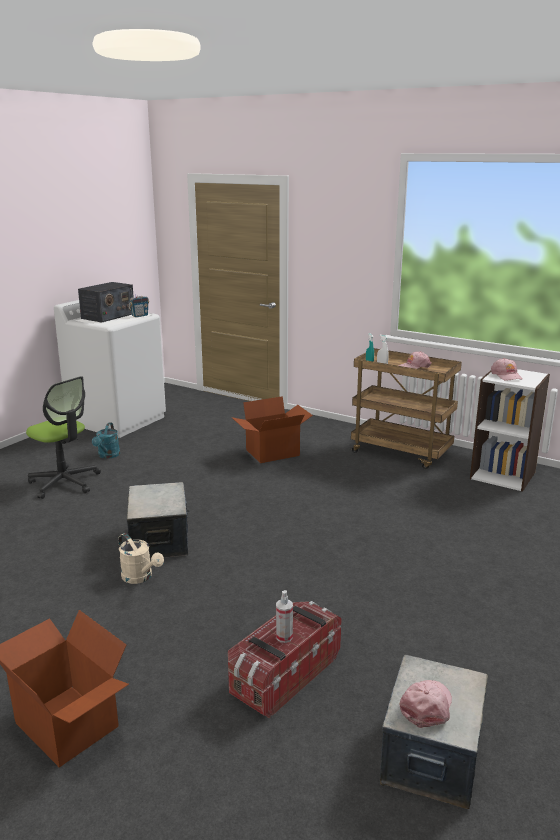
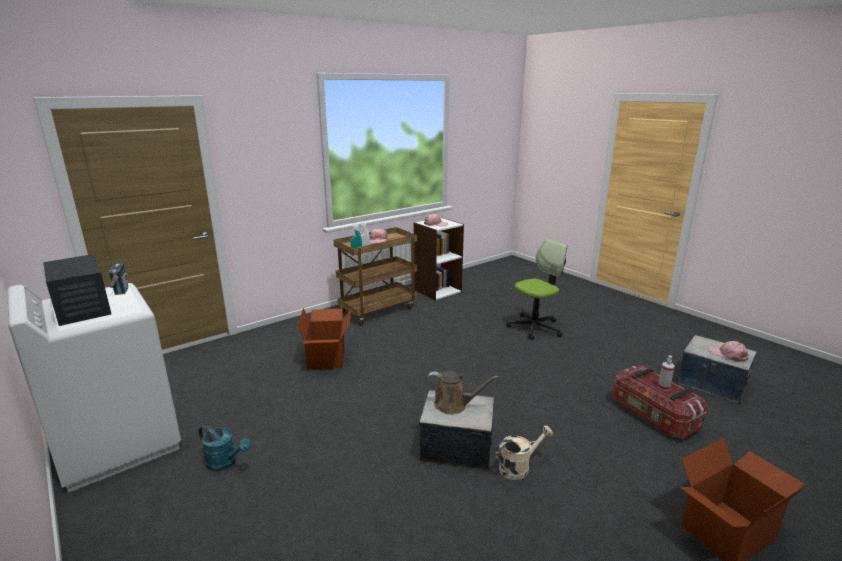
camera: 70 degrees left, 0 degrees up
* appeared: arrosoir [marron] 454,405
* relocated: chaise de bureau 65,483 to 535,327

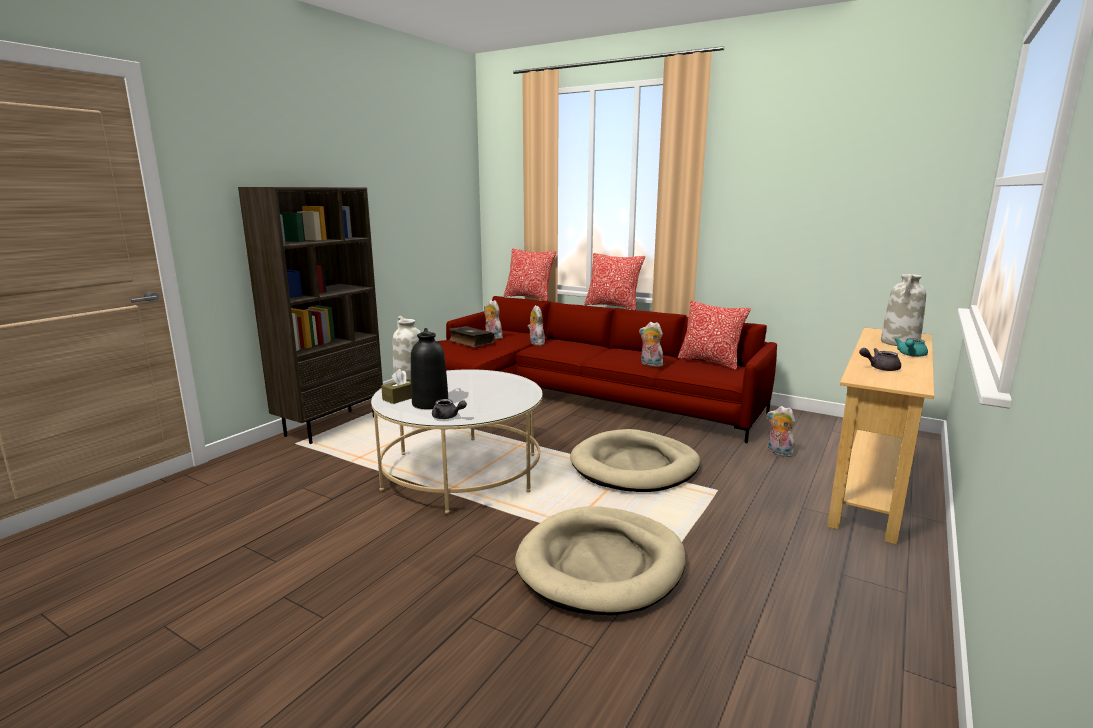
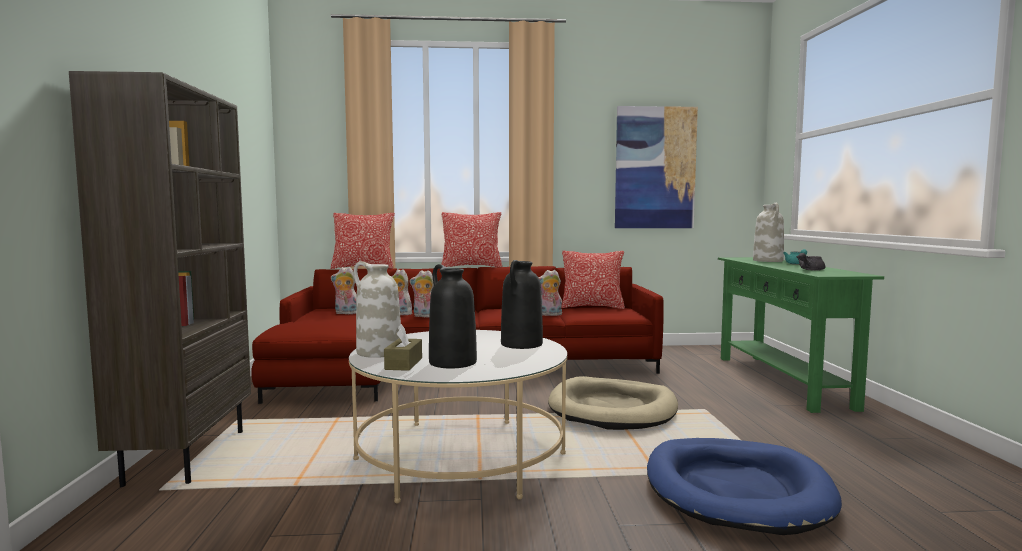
camera: 35 degrees left, 10 degrees down
* relocated: peluche 778,453 to 424,316
* appeared: vase [noir] 521,344
* appeared: tableau 655,168
* colour: panier pour chien [beige] 601,564 to panier pour chien [bleu] 736,490
* colour: table console [beige] 871,485 to table console [vert] 782,381
* missing: théière [gris] 448,417
* missing: livre 470,342

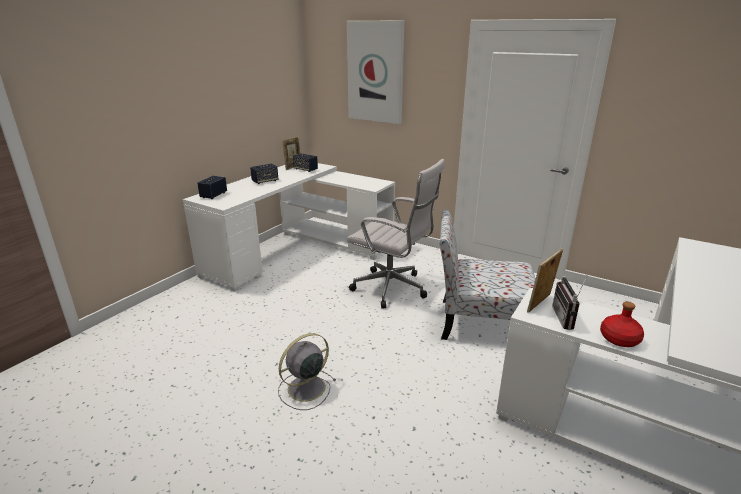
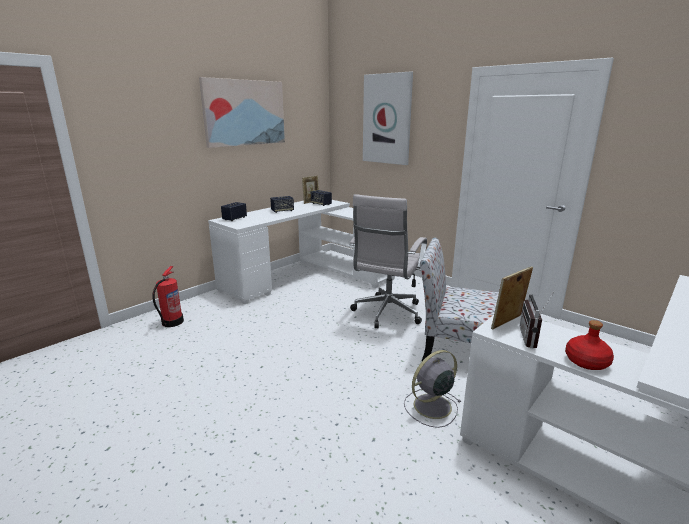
camera: 10 degrees right, 5 degrees down
* appeared: extincteur 172,322
* appeared: tableau 244,113
* spun: chaise de bureau [blanc] 393,289 = 386,314 75 degrees clockwise
* relocated: ventilateur [gris] 305,389 to 431,406

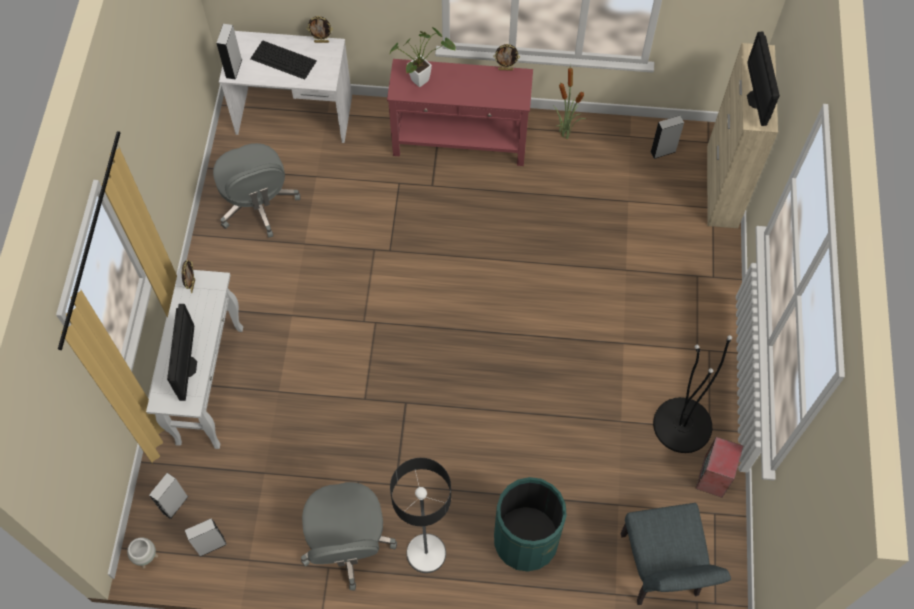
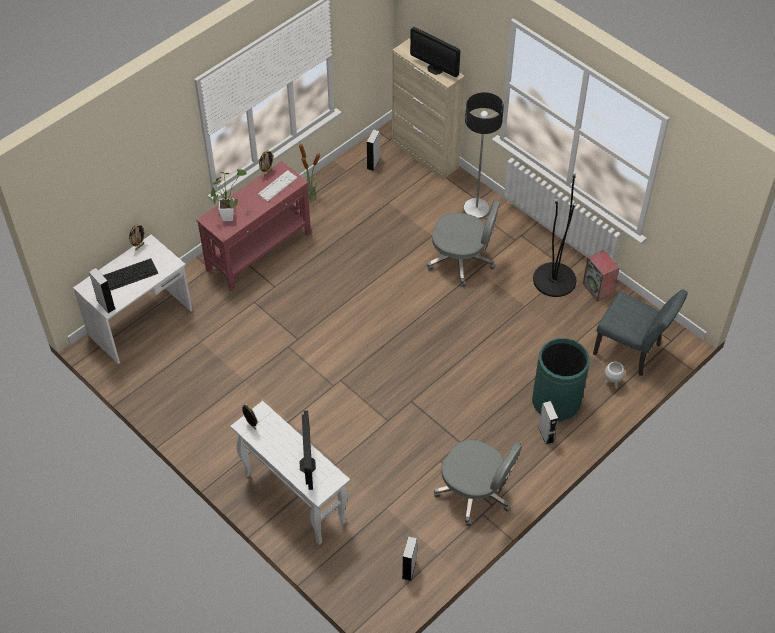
camera: 50 degrees left, 10 degrees down
* appeared: clavier 277,186
* spun: écran d'ordinateur 186,367 = 307,465 45 degrees clockwise
* relocated: chaise de bureau [gris] 258,204 to 462,260
* relocated: lampadaire 426,553 to 476,209
* relocated: enceinte [gris] 175,504 to 546,434
* relocated: cache-pot [blanc] 147,558 to 611,383

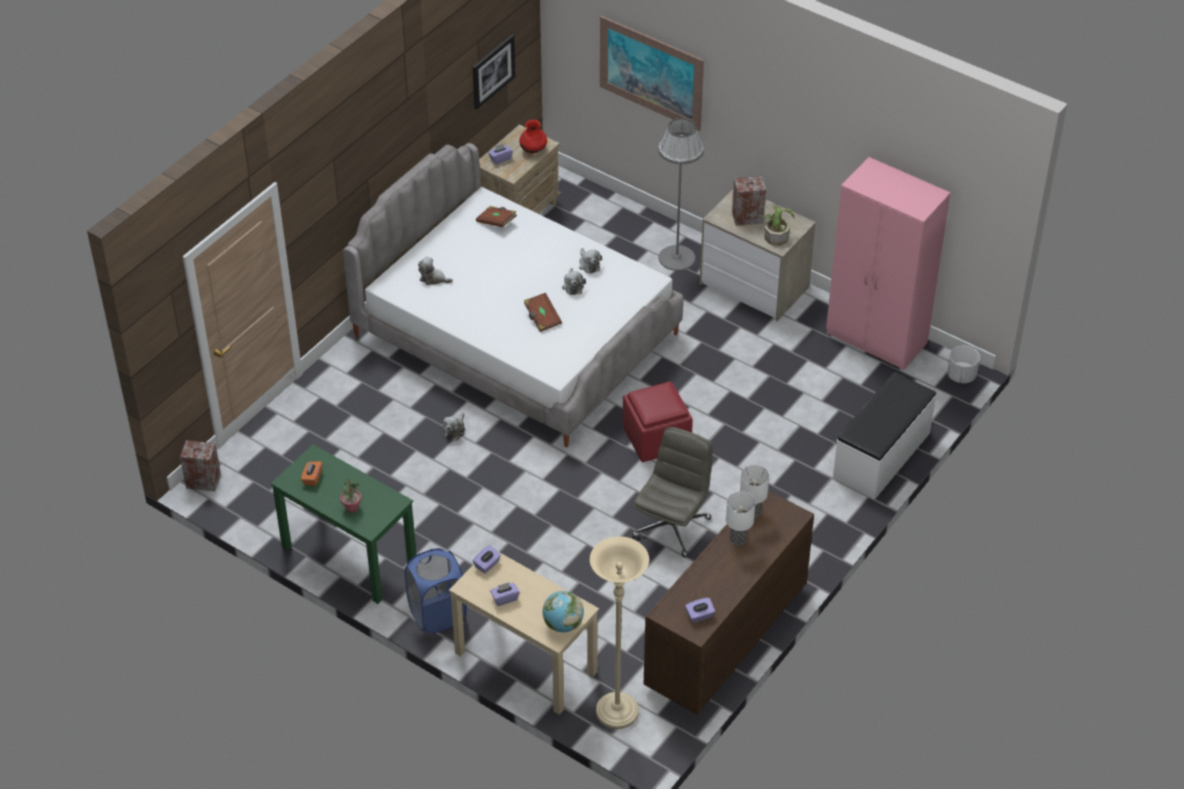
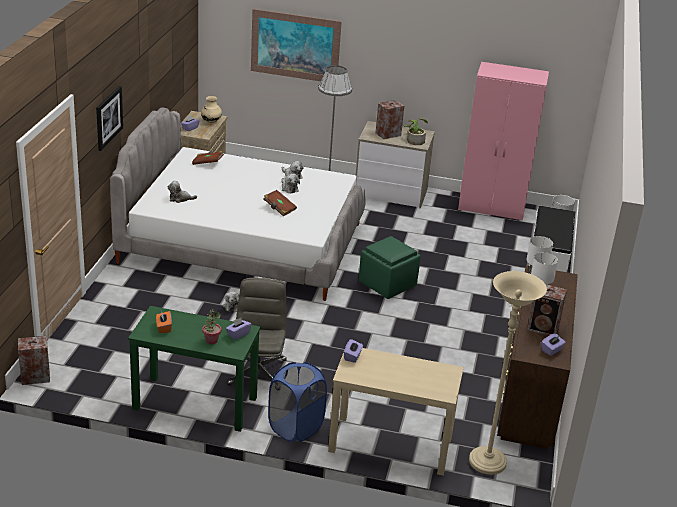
camera: 25 degrees left, 15 degrees down
* relocated: tableau 492,71 to 108,117
* colour: vase [rouge] 533,150 to vase [beige] 211,121
* relocated: boîte à mouchoirs [violet] 504,598 to 238,334
* relocated: chaise de bureau [gris] 672,526 to 257,372
* colour: pouf [rouge] 657,439 to pouf [vert] 388,284
* appeared: enceinte 544,328
* missing: globe 563,624

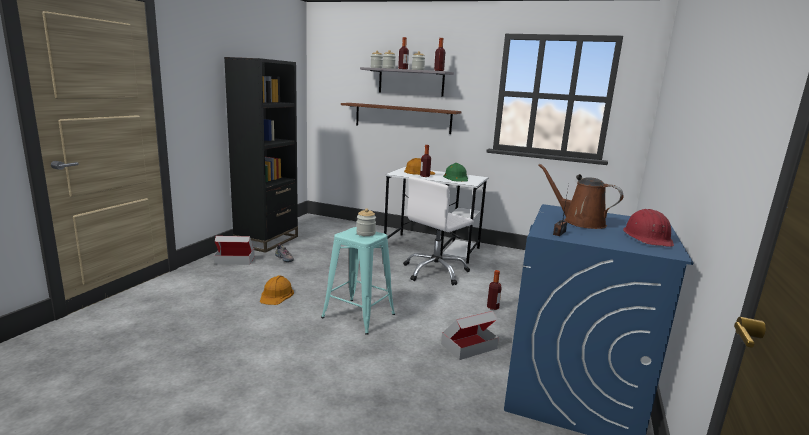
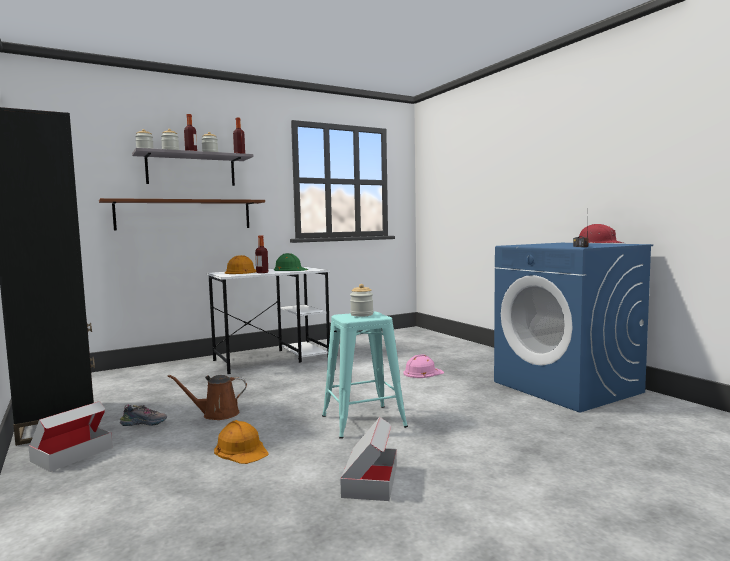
camera: 50 degrees left, 10 degrees down
* relocated: arrosoir [marron] 579,222 to 217,414
* relocated: carton 469,346 to 370,481
* exchanged: bouteille 492,307 to casque de chantier [rose] 422,372
* missing: chaise de bureau [blanc] 435,272

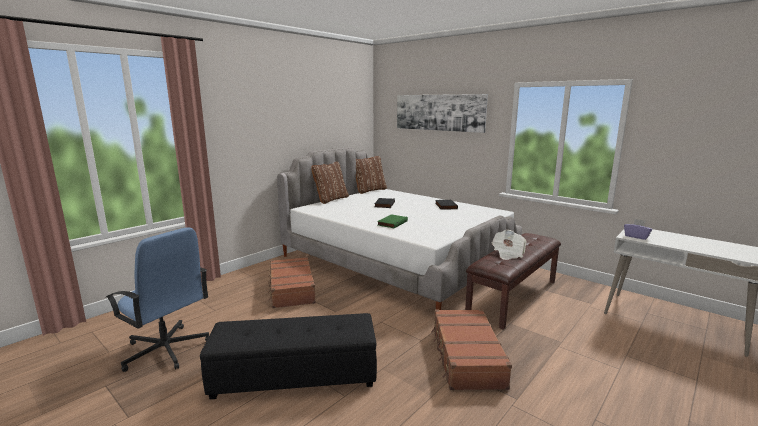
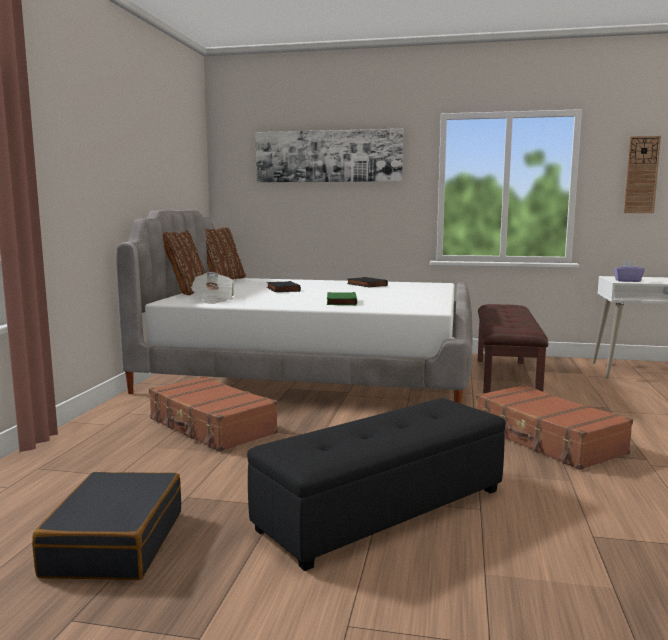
camera: 30 degrees left, 5 degrees down
* exchanged: chaise de bureau [bleu] 166,350 to valise [noir] 114,543
* relocated: journal 508,254 to 213,300
* appeared: horloge murale 641,175

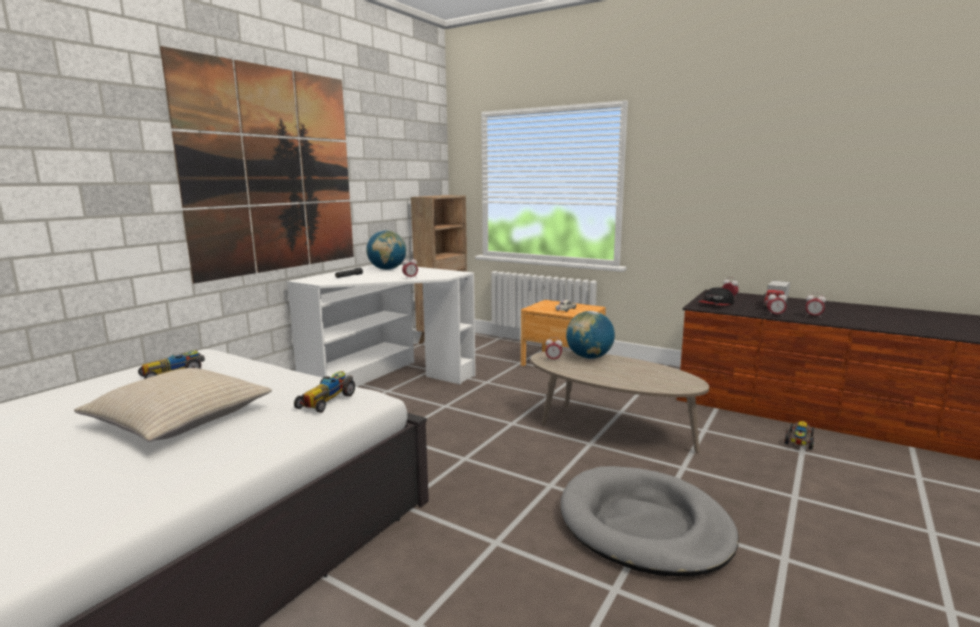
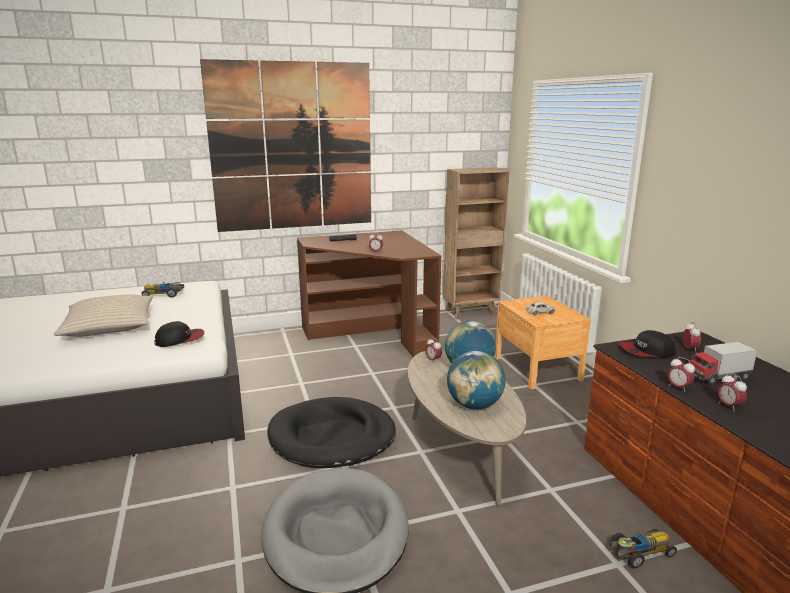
camera: 40 degrees right, 5 degrees up
* exchanged: petite voiture 327,400 to casquette 180,339
* appeared: panier pour chien [noir] 332,437
* colour: bureau [blanc] 388,379 to bureau [marron] 371,336
* relocated: globe 387,269 to 474,405

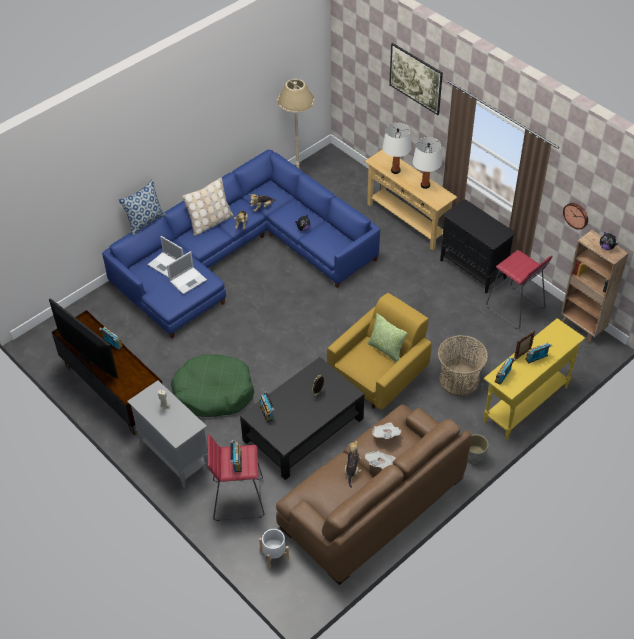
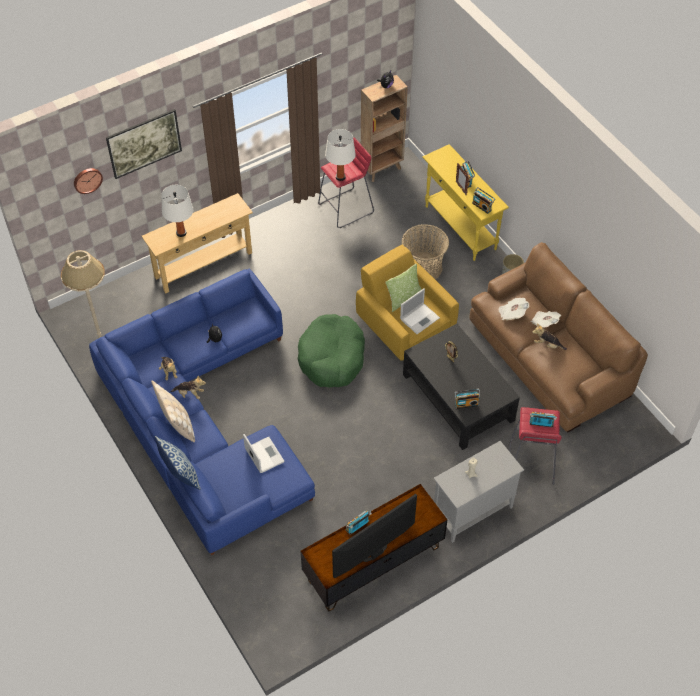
camera: 80 degrees left, 5 degrees up
* relocated: horloge murale 576,215 to 87,180
* relocated: panier pour chien [vert] 213,392 to 332,357
* relocated: lampe de table [blanc] 425,185 to 340,177
* relocated: ordinateur portable 167,265 to 420,318
* missing: cache-pot [blanc] 274,555
* missing: meuble de rangement [noir] 473,269

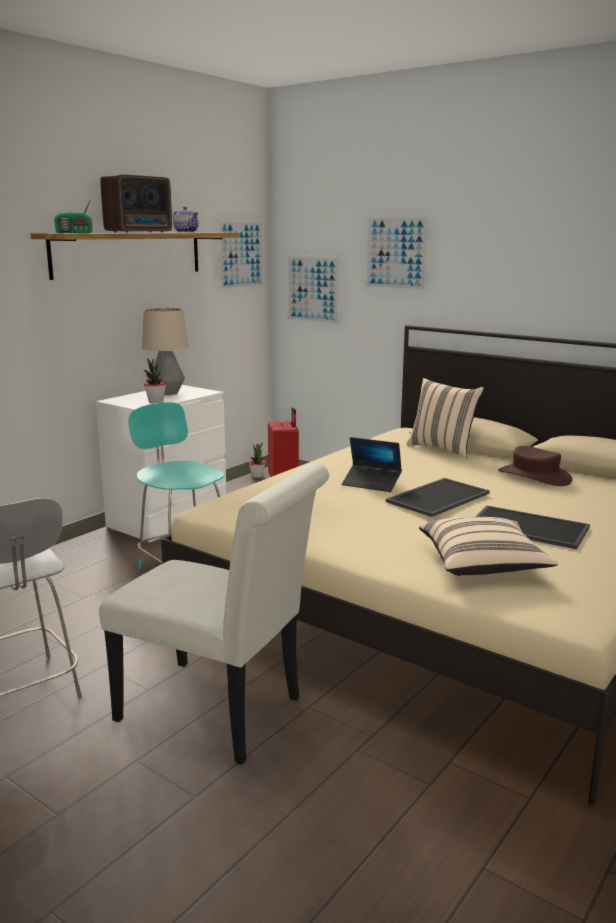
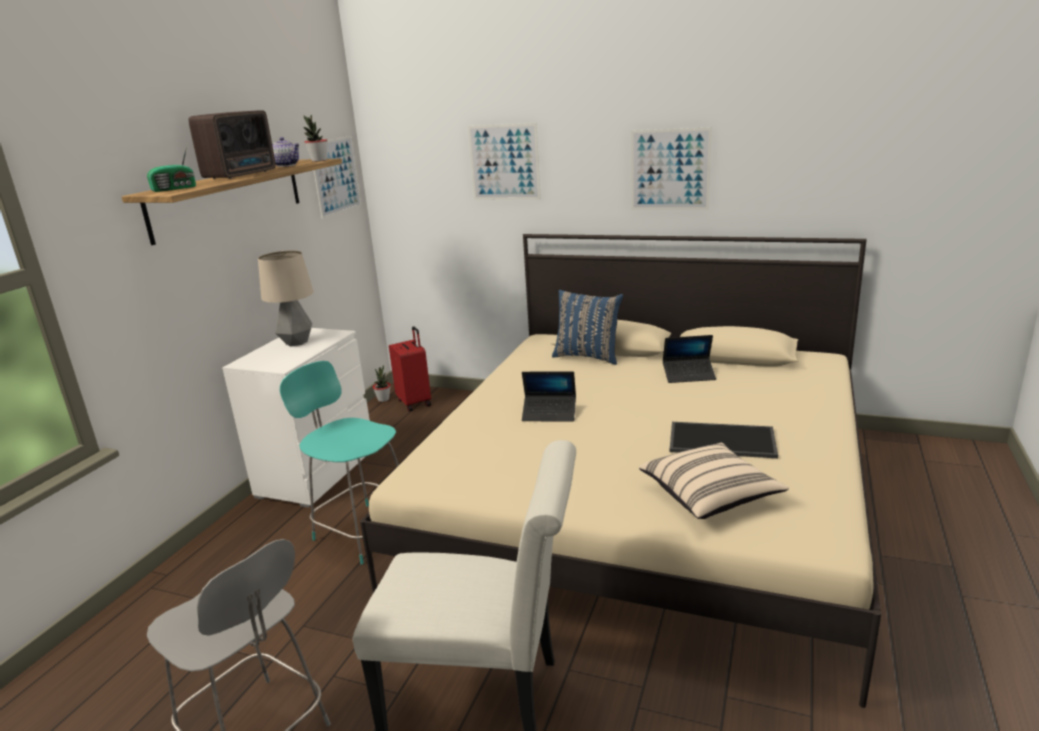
camera: 15 degrees left, 5 degrees up
* relocated: plante en pot 155,402 to 319,160
* colour: coussin [beige] 442,449 to coussin [bleu] 588,356
* relocated: tableau 313,289 to 670,170
* exchanged: chapeau [marron] 534,476 to ordinateur portable 689,375
* missing: plateau 437,497

